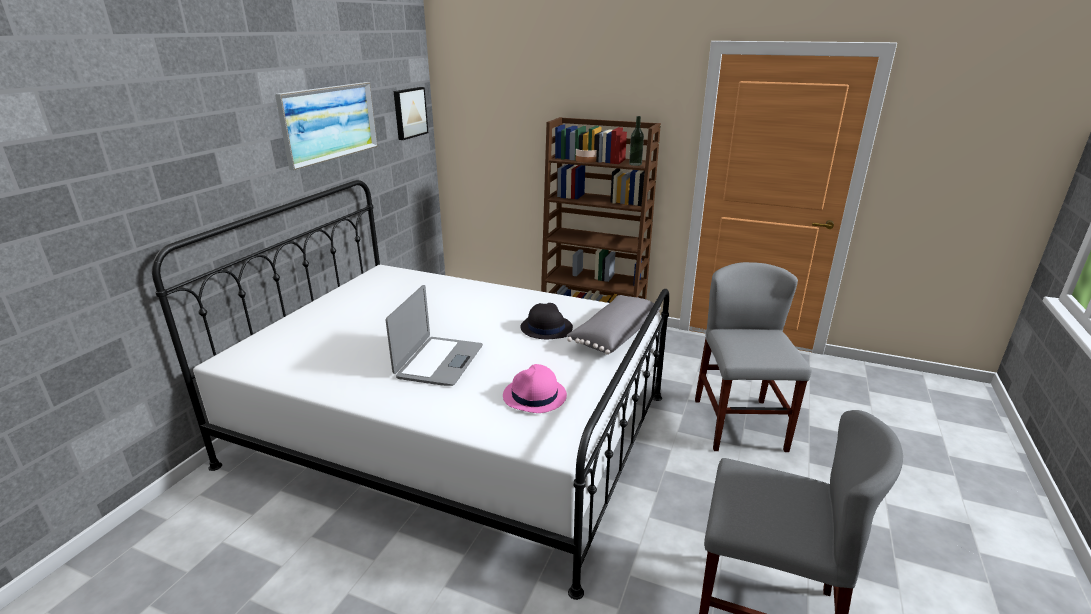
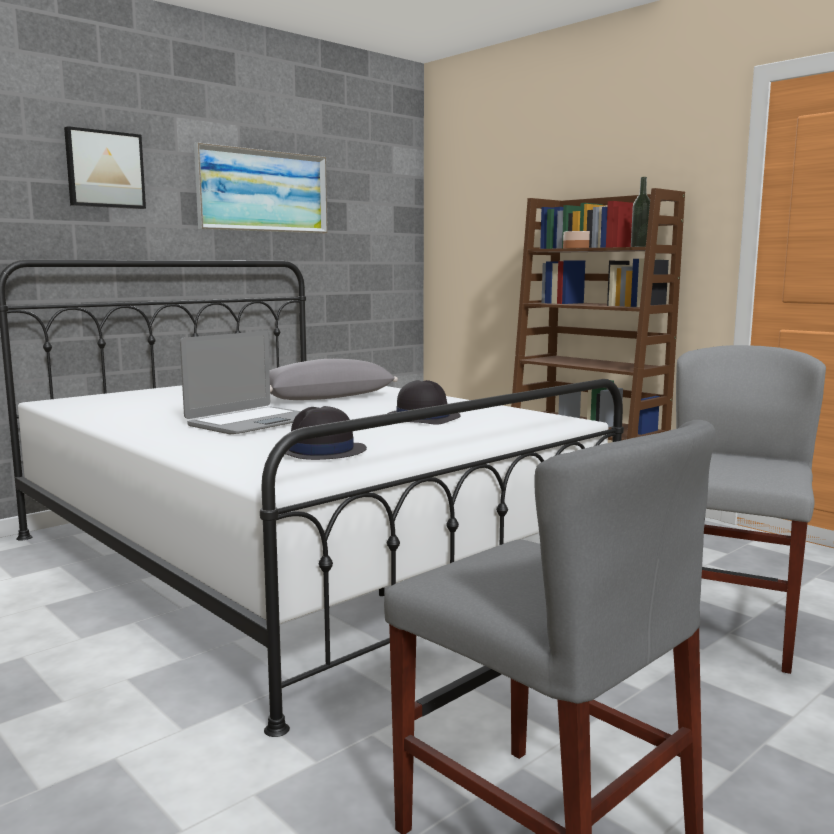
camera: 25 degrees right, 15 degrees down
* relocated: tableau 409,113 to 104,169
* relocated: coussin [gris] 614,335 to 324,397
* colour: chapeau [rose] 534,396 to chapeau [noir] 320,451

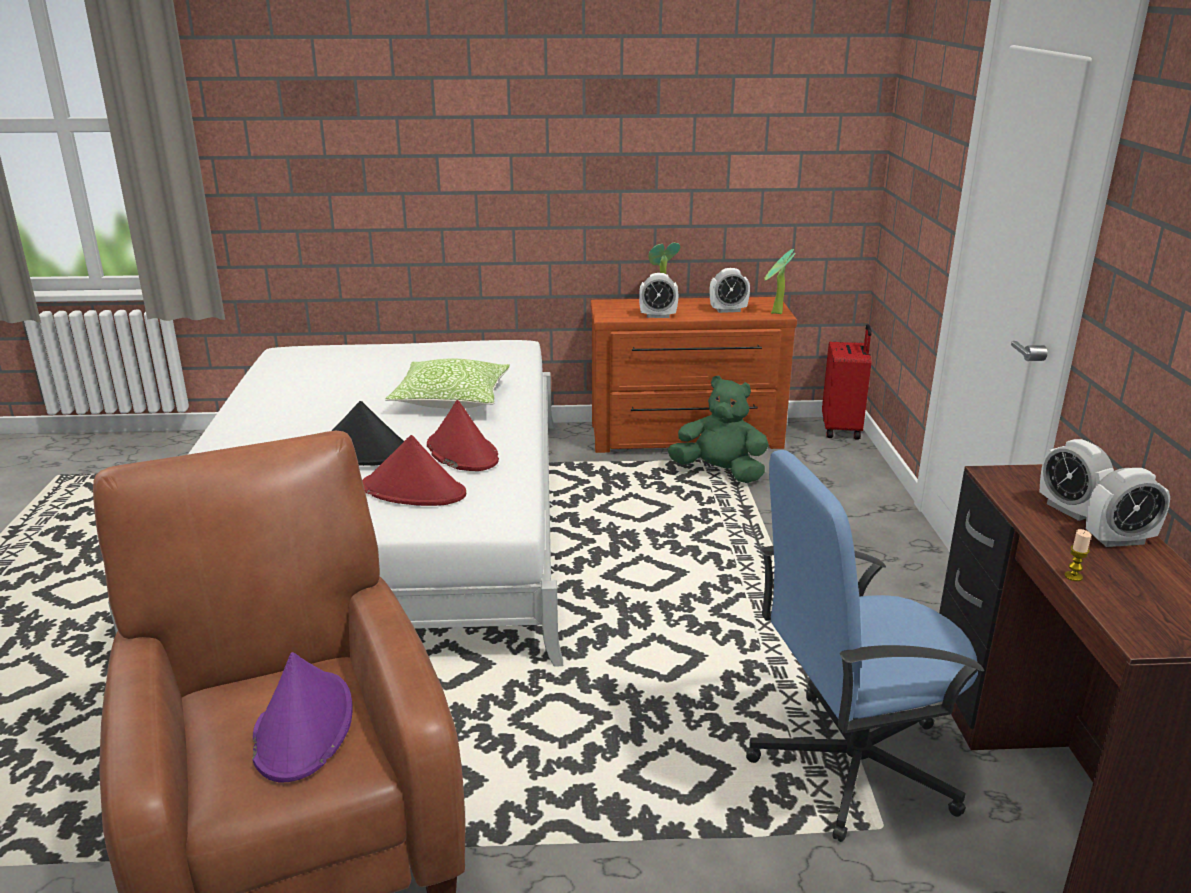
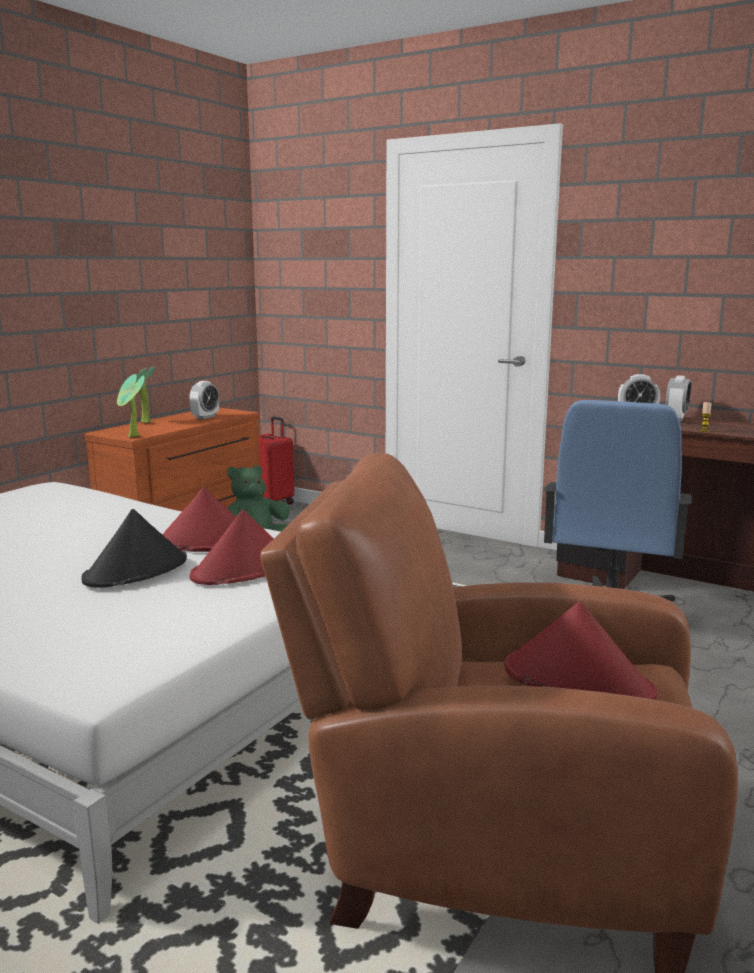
camera: 55 degrees left, 10 degrees down
* relocated: plante en pot 775,314 to 133,437
* colour: chapeau [violet] 303,727 to chapeau [rouge] 576,681
* missing: coussin 451,399
* missing: réveil 658,316

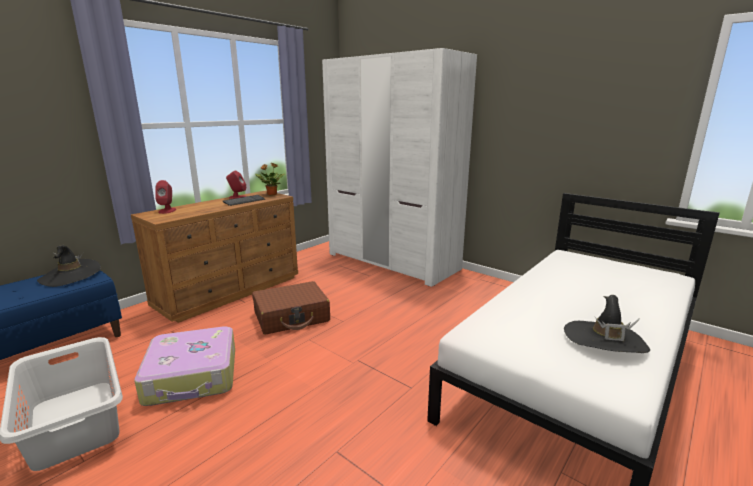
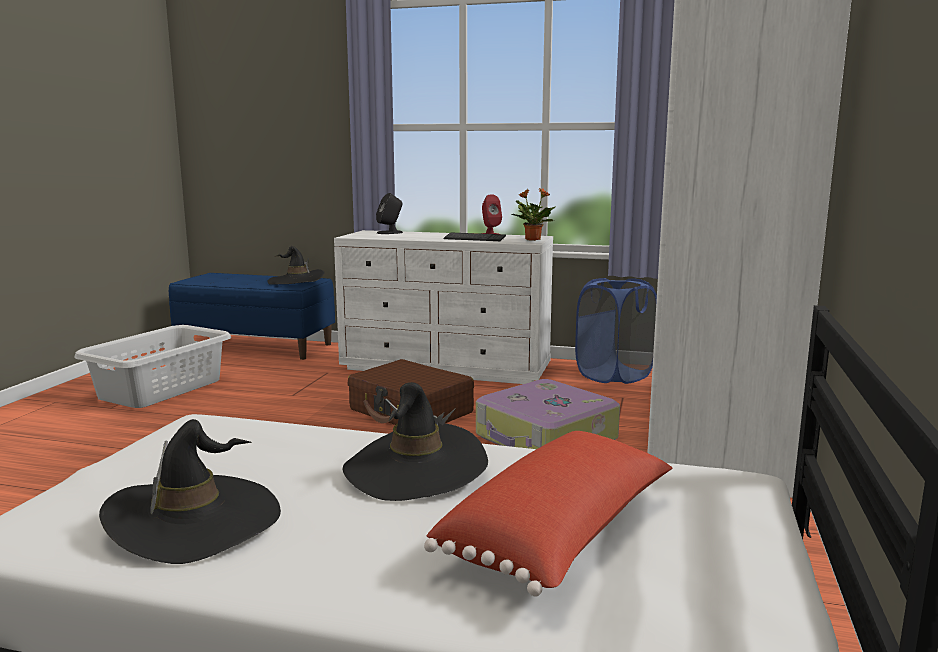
camera: 65 degrees right, 5 degrees down
* colour: commode [marron] 230,291 to commode [blanc] 447,367
* appeared: chapeau [noir] 415,469
* colour: enceinte [rouge] 167,211 to enceinte [noir] 390,232
* appeared: coussin [rouge] 562,536
* relocated: valise 193,376 to 545,439
* appeared: panier à linge [bleu] 614,375

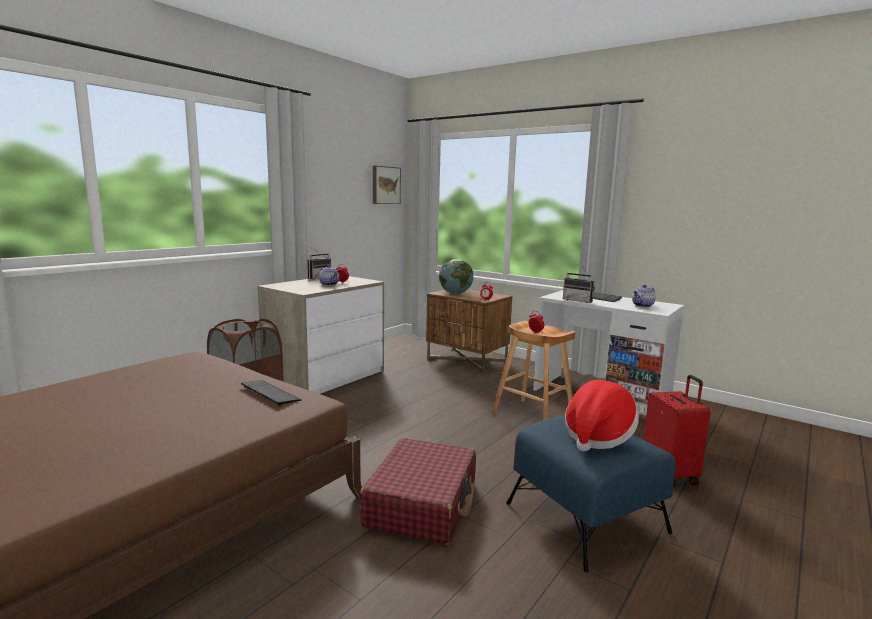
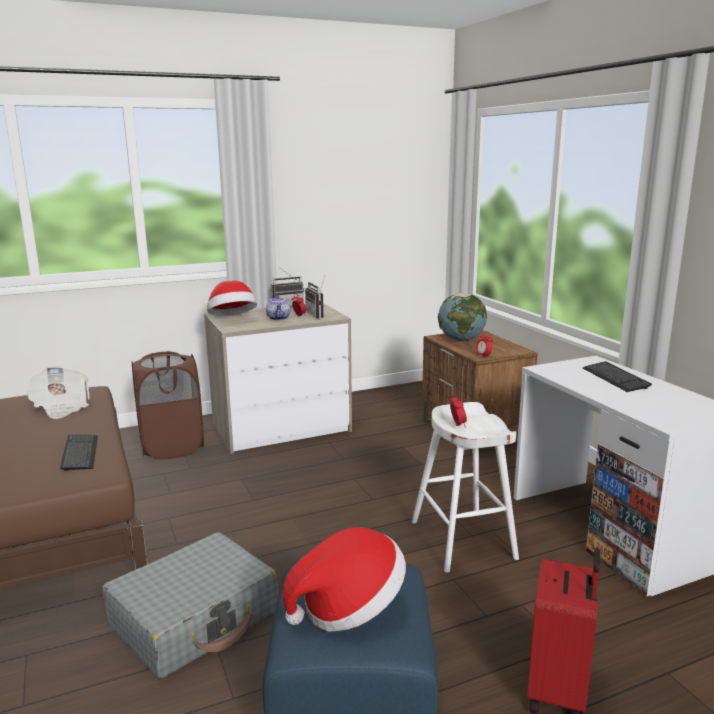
camera: 30 degrees right, 5 degrees up
* appeared: journal 61,407
* colour: valise [rouge] 422,504 to valise [gris] 195,619
* appeared: chapeau 232,319
* relocated: radio 579,300 to 318,315
* colour: tabouret [marron] 533,417 to tabouret [blanc] 463,540
* missing: tableau 385,185
* missing: théière 643,306

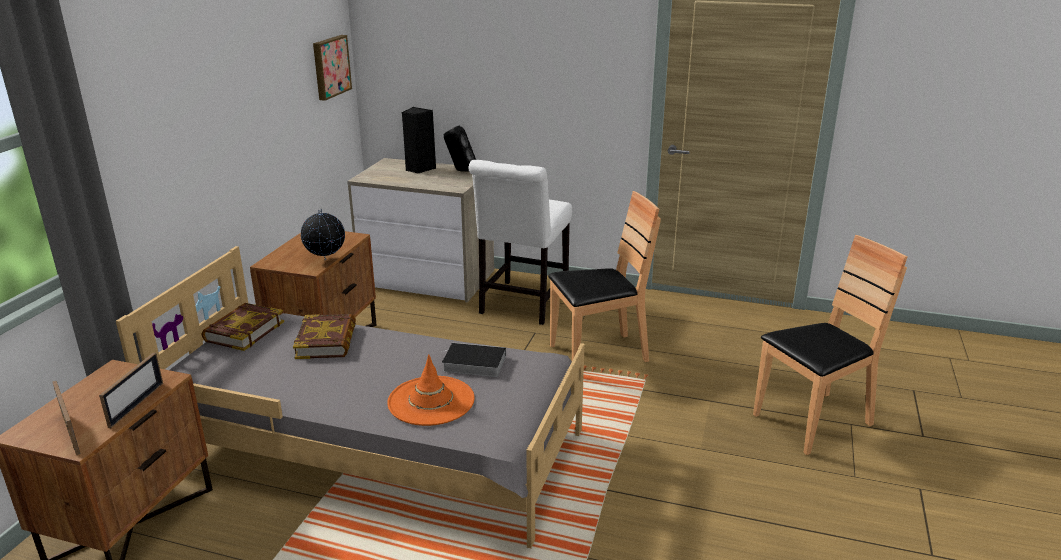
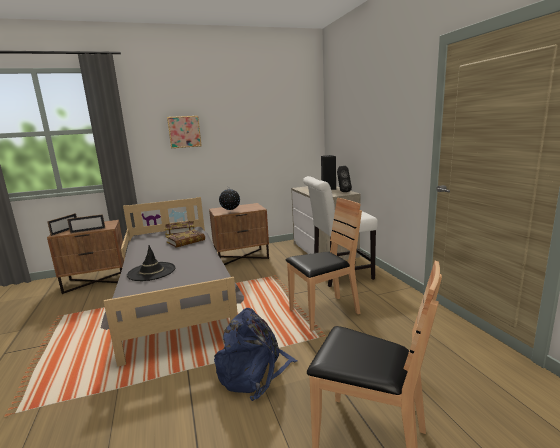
camera: 55 degrees right, 10 degrees down
* colour: chapeau [orange] 431,401 to chapeau [noir] 151,271
* relocated: tableau 330,66 to 184,132
* appeared: sac à dos [bleu] 254,373
* spun: chaise [marron] 598,354 = 324,312 60 degrees counterclockwise
* missing: livre 472,363

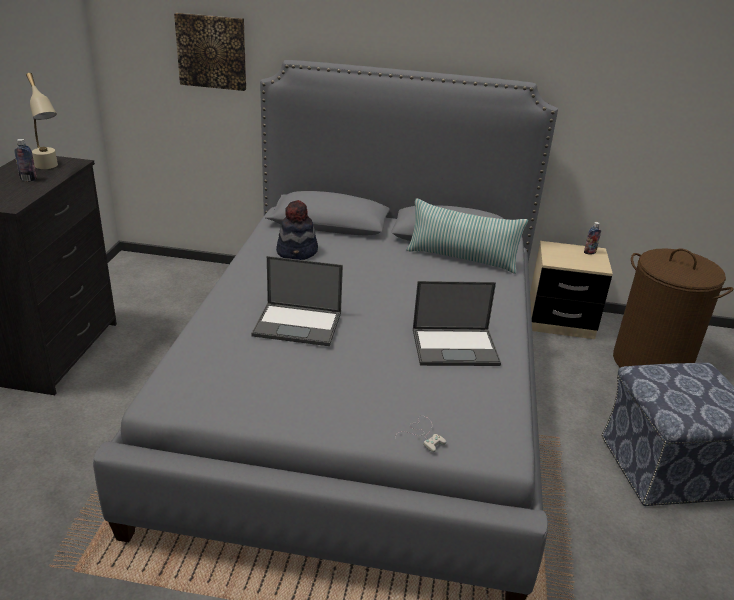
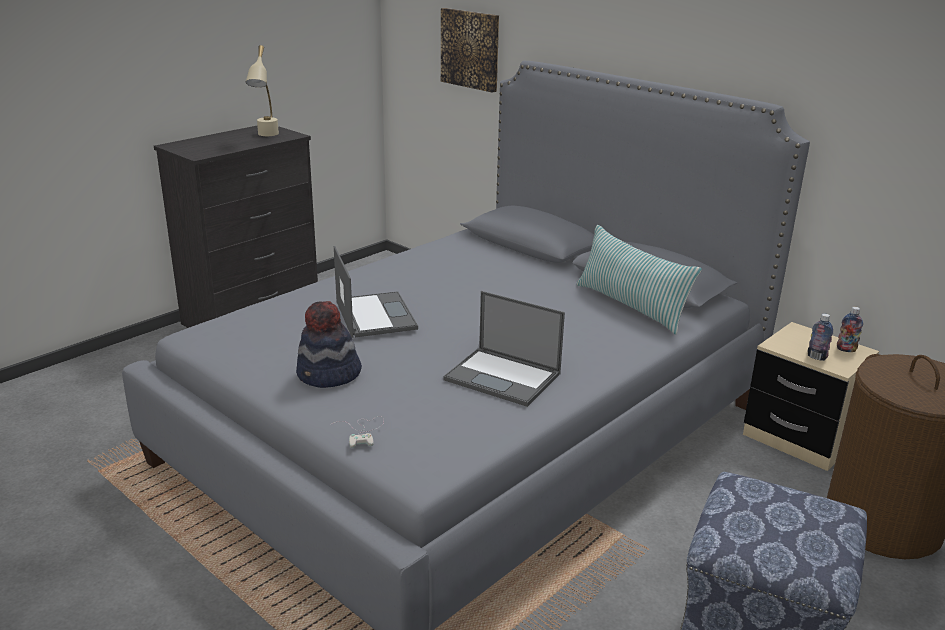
camera: 35 degrees right, 5 degrees down
* relocated: chapeau 297,252 to 329,375
* spun: ordinateur portable 299,324 = 375,315 150 degrees counterclockwise
* relocated: bouteille 28,179 to 816,357

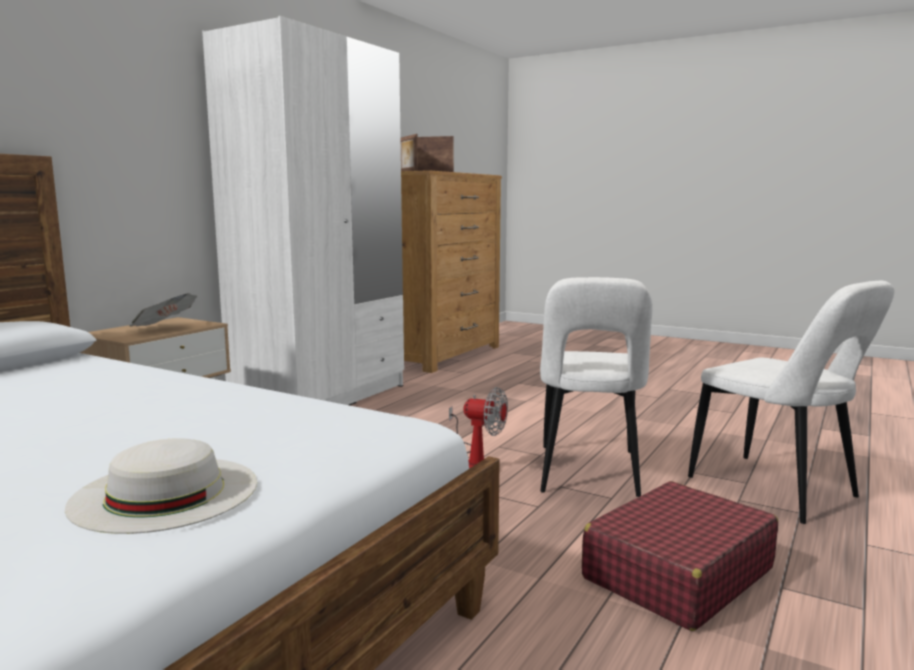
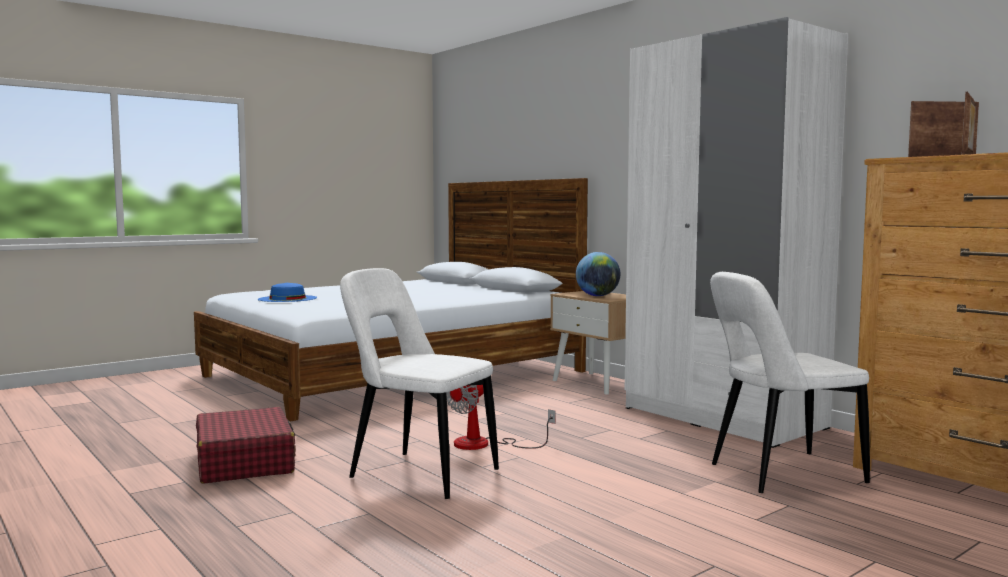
camera: 110 degrees right, 5 degrees down
* colour: chapeau [blanc] 165,493 to chapeau [bleu] 287,298
* exchanged: journal 164,328 to globe 597,296
* relocated: chaise [blanc] 778,491 to 780,474

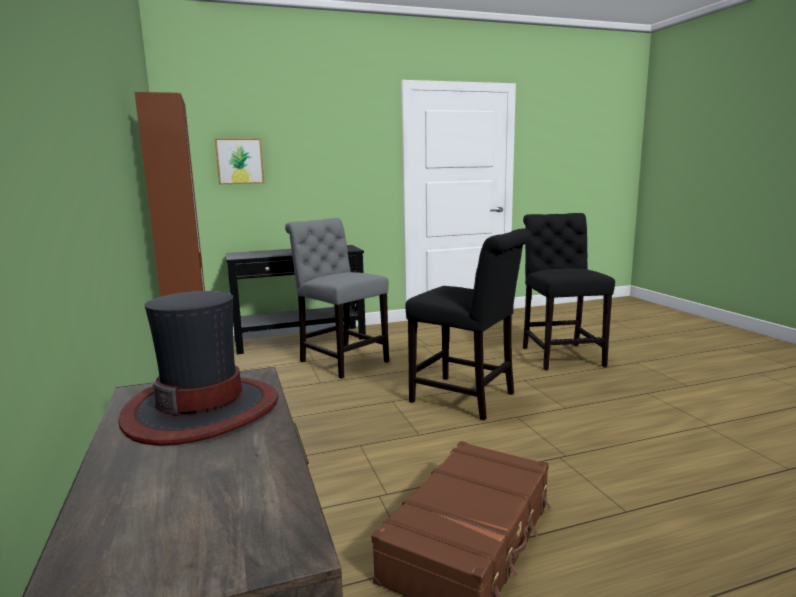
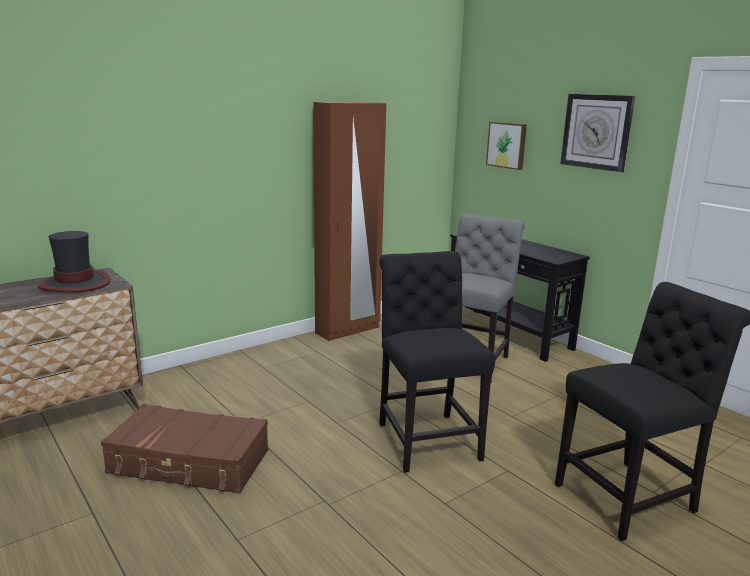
camera: 70 degrees right, 5 degrees up
* spun: chaise [noir] 467,399 = 426,438 150 degrees clockwise
* appeared: horloge murale 596,131

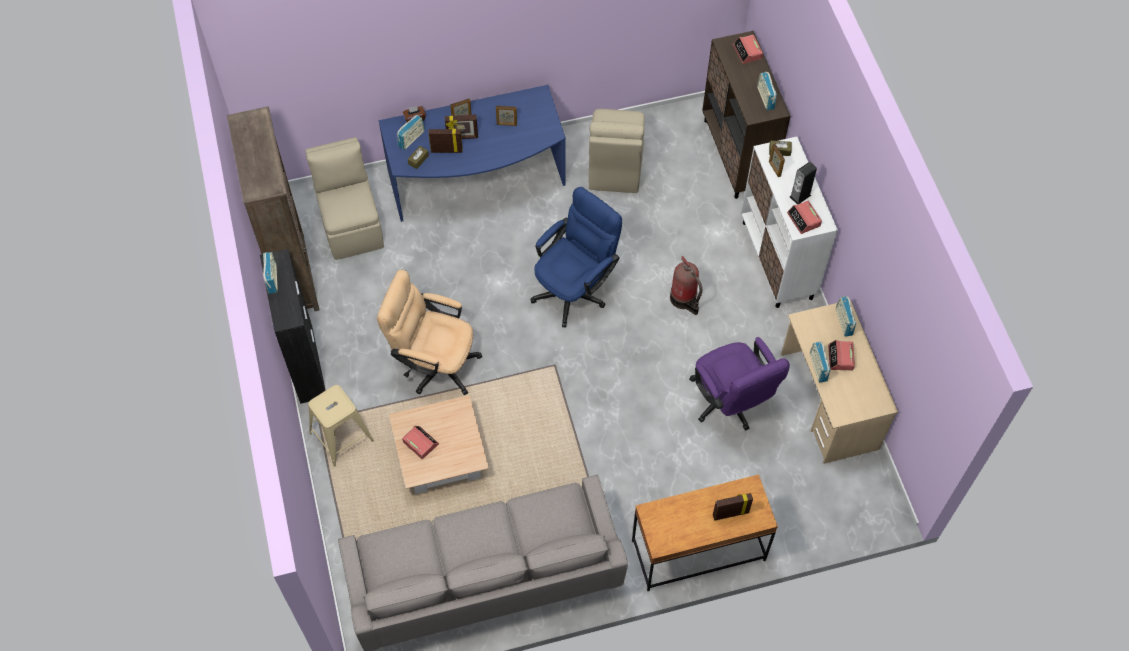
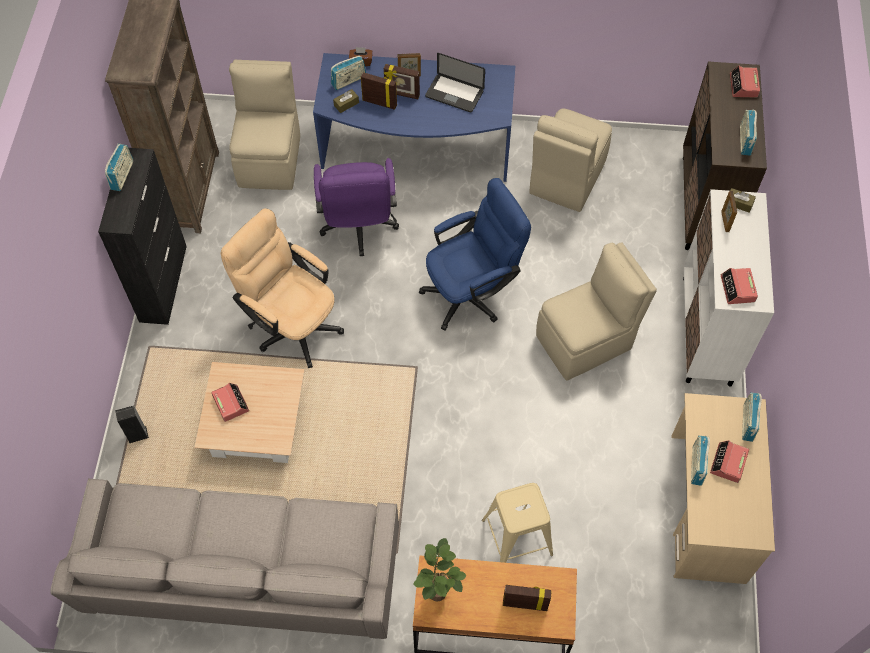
camera: 20 degrees right, 0 degrees up
* relocated: enceinte 800,196 to 137,435
* relocated: chaise de bureau [violet] 730,404 to 359,228
* appeared: plante en pot 439,595
* exchanged: cadre photo 506,124 to ordinateur portable 454,94
* relocated: tabouret [beige] 341,437 to 517,537
* exchanged: extincteur 684,299 to chaise [beige] 586,341

